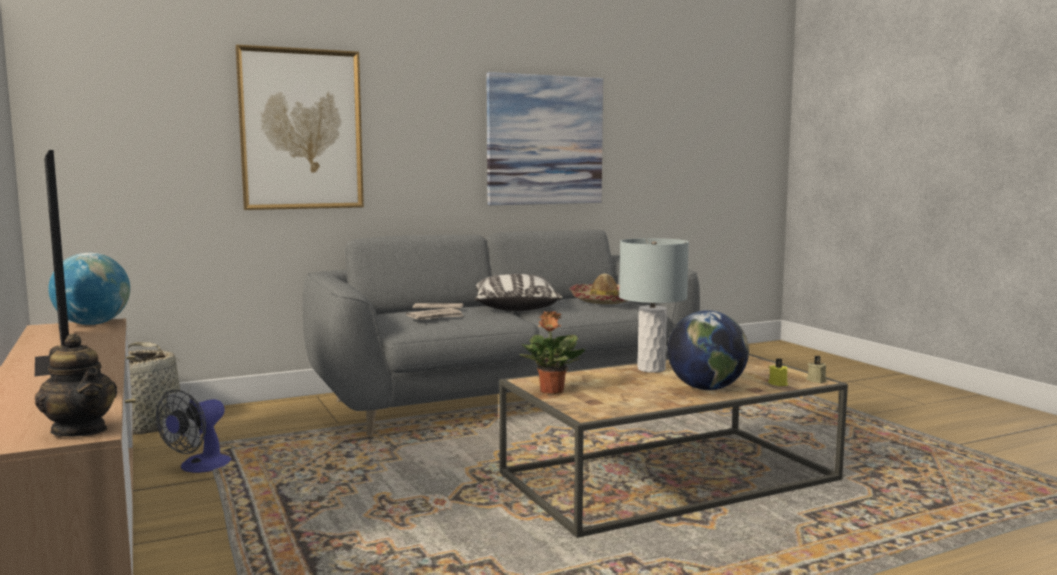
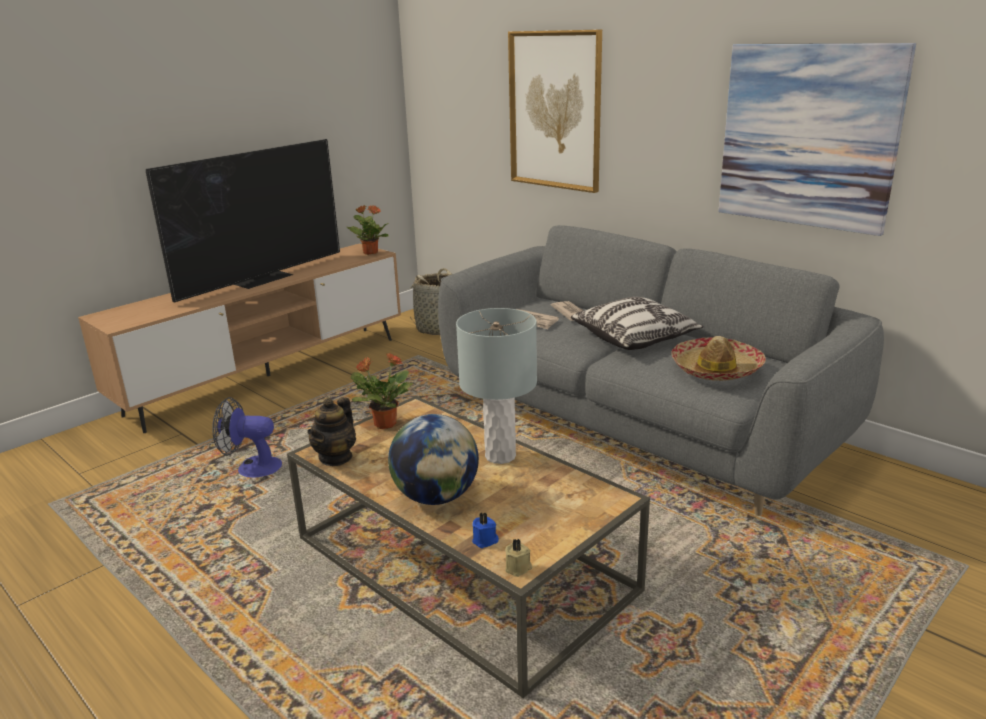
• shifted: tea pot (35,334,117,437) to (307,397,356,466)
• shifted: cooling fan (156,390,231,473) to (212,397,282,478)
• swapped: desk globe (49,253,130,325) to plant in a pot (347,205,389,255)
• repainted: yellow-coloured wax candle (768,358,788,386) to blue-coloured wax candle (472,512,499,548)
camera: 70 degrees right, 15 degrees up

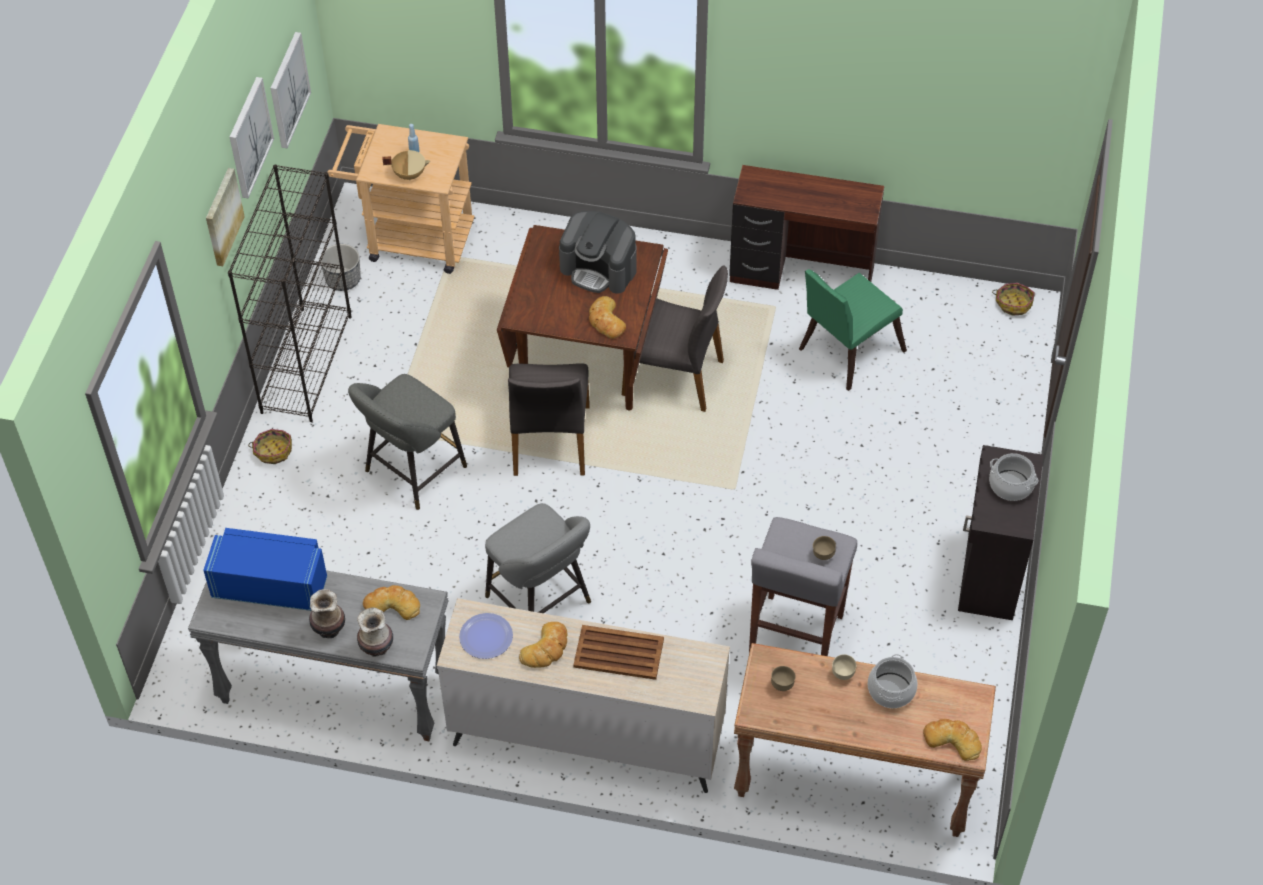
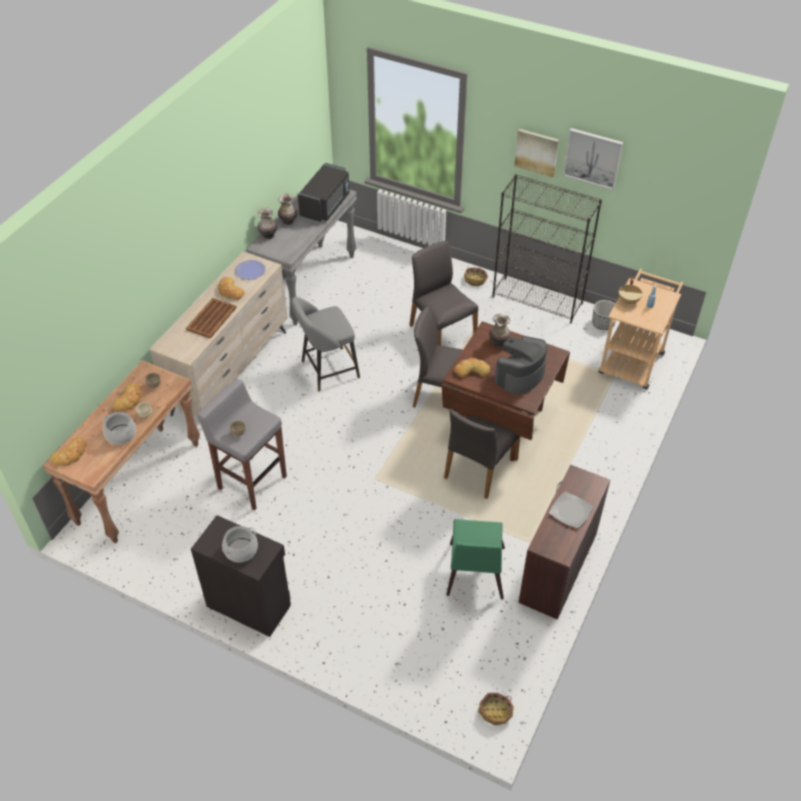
• gone: wall picture (270,32,311,148)
• new: flower vase (489,313,510,347)
• new: dinner plate (549,491,593,529)
• shifted: baked bread (363,585,420,620) to (113,383,142,411)
• swapped: greyish stool seat (348,374,467,510) to greyish plain chair (409,241,478,346)
• repainted: blue-coloured microwave (203,528,327,611) to black-coloured microwave (298,163,349,223)
• rotated: green plain chair (799,269,907,391) = (446,519,505,599) 150 degrees counterclockwise
camera: 105 degrees right, 5 degrees down

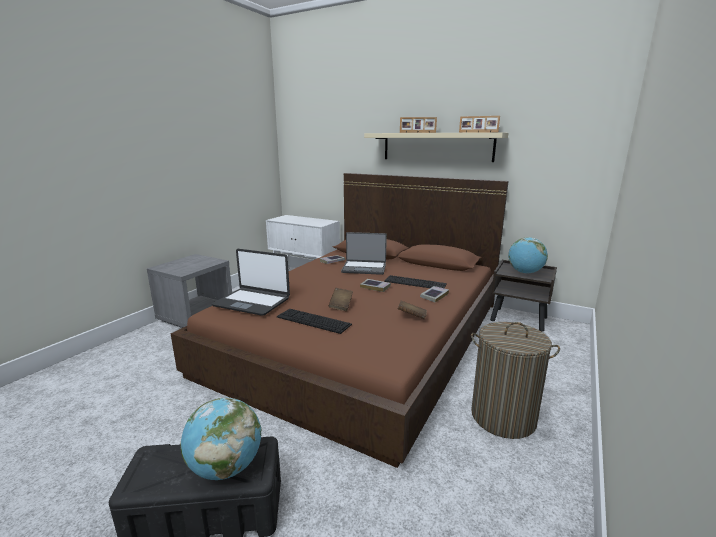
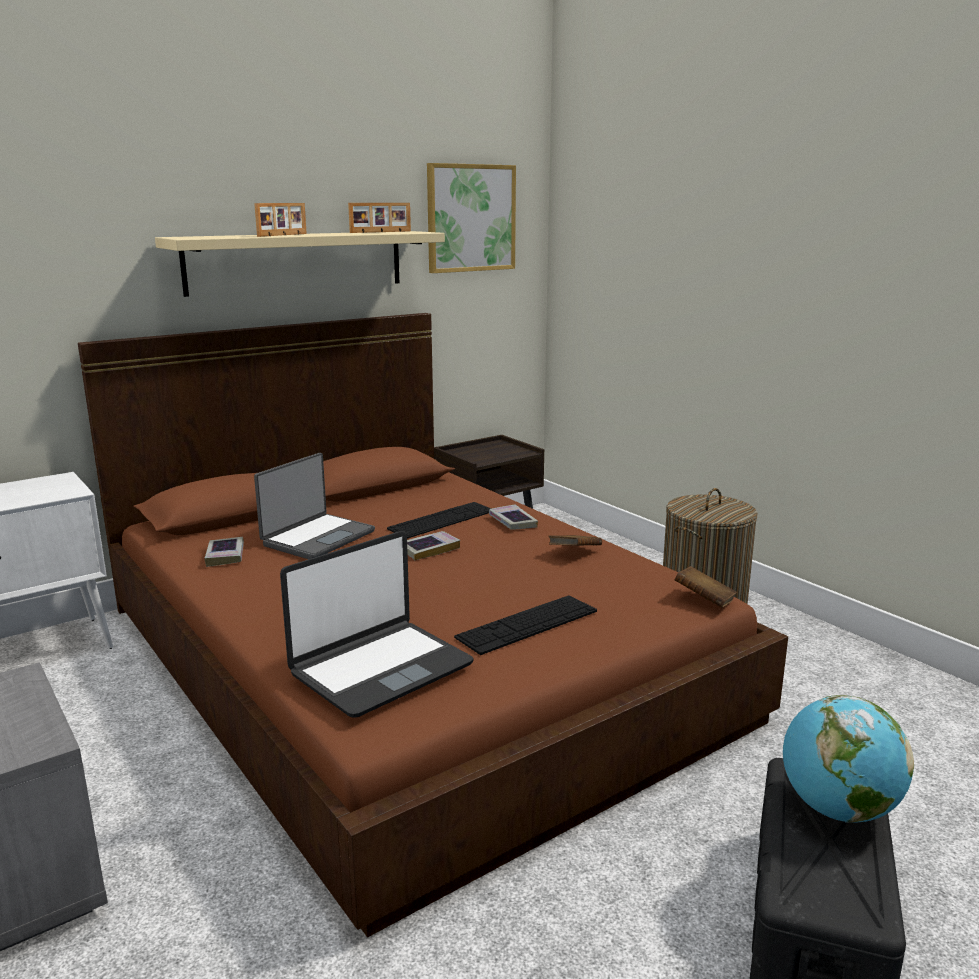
• gone: desk globe (508,237,548,274)
• new: wall picture (427,163,516,273)
• shifted: brown volume (329,288,353,311) to (675,566,737,608)
camera: 65 degrees left, 0 degrees up

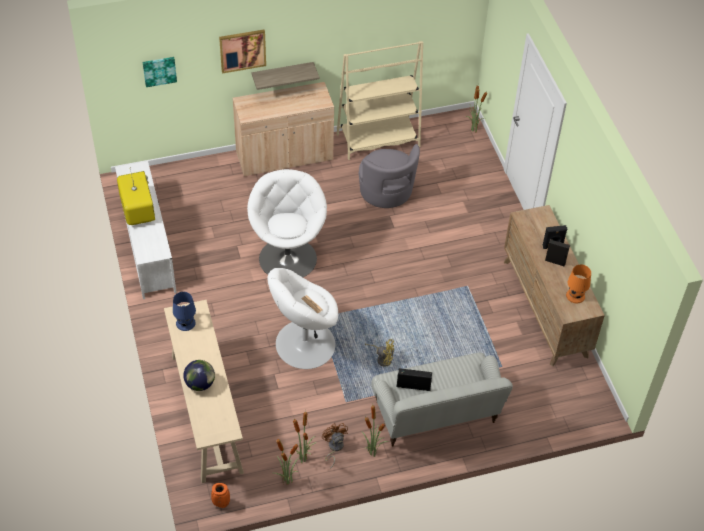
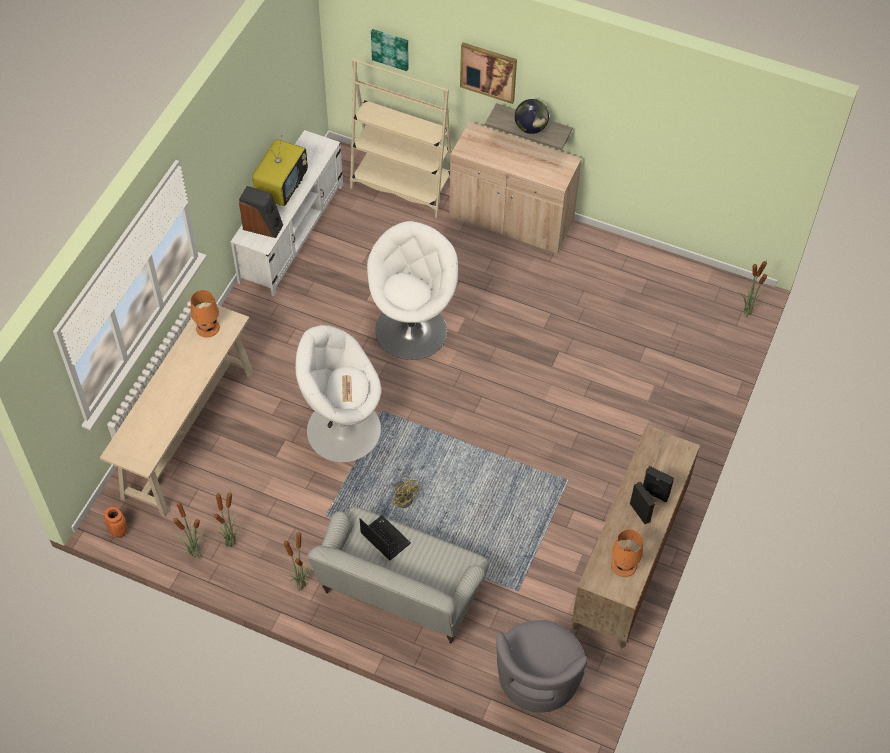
• gone: brown cooling fan (322,423,348,469)
• new: audio speaker (239,186,283,238)
• shifted: desk globe (183,360,215,391) to (515,99,549,134)
• shifted: sand-coloured shelving unit (337,41,423,160) to (350,58,452,218)
• shifted: greyish easy chair (359,144,420,208) to (496,620,588,712)
• repainted: blue-coloured lamp for a table (173,292,196,331) to orange-coloured lamp for a table (191,290,220,338)
camera: 40 degrees right, 5 degrees up

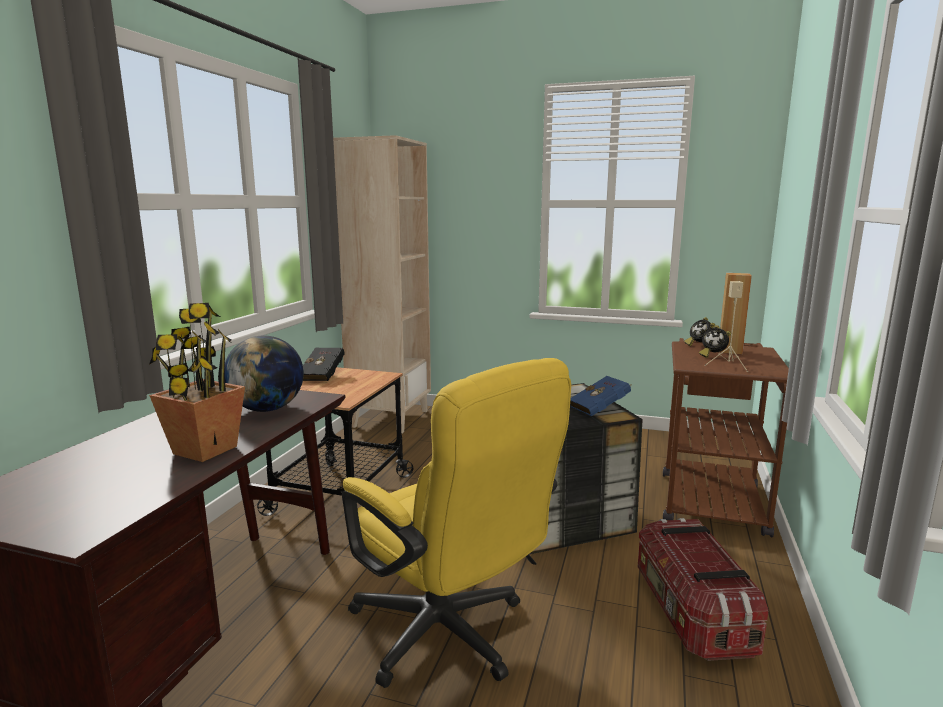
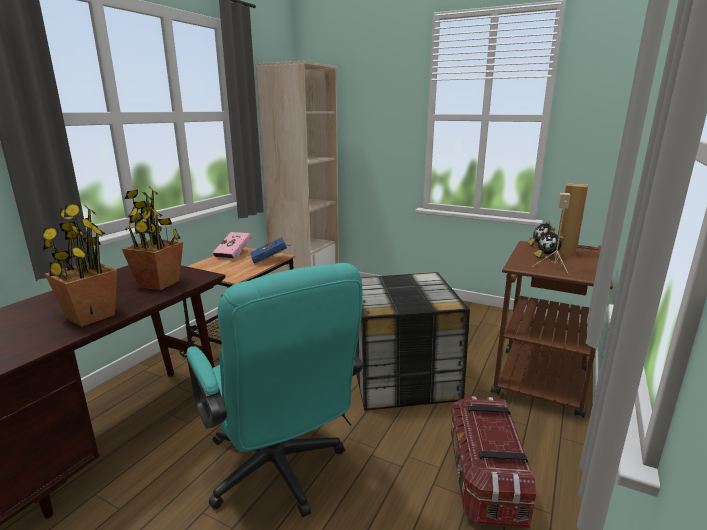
• shifted: blue-coloured volume (570,376,631,416) to (251,237,291,264)
• swapped: desk globe (224,336,304,412) to plant in a pot (122,186,183,290)
• repainted: black-coloured volume (303,347,345,381) to pinkish volume (212,232,252,259)
• repainted: yellow-coloured office chair (342,358,571,688) to turquoise office chair (186,263,363,517)
camera: 10 degrees right, 5 degrees up

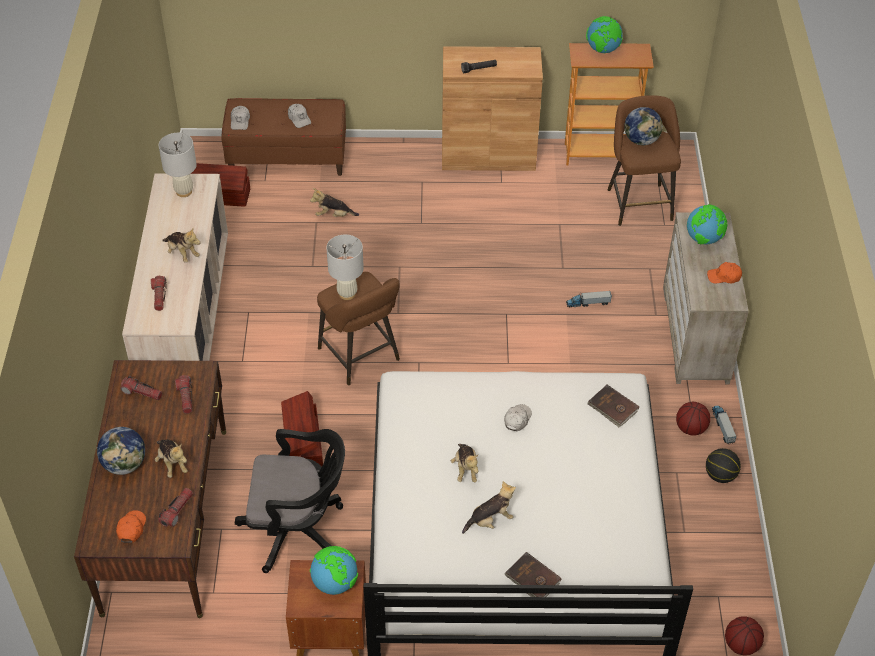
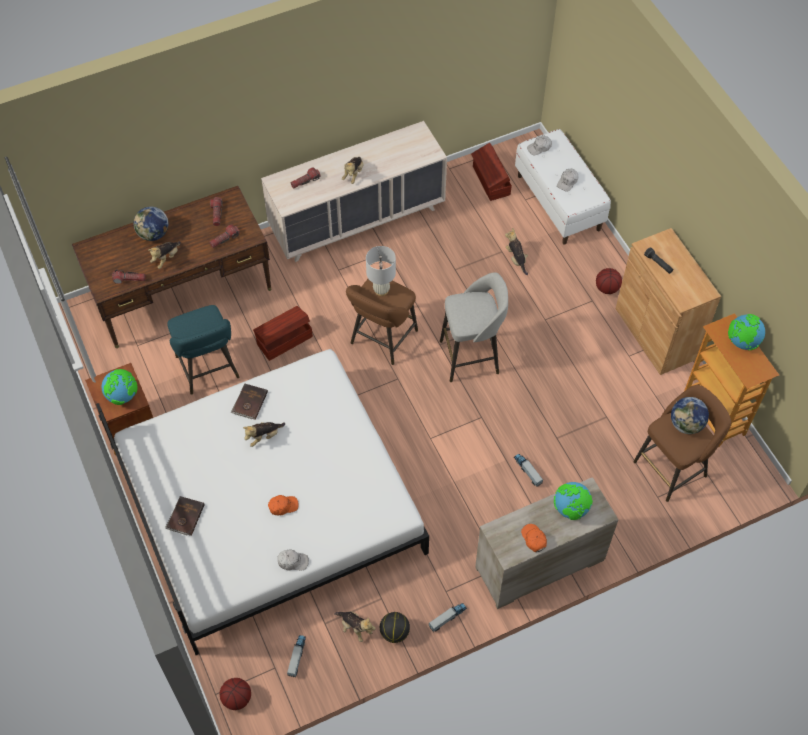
• gone: white-coloured lamp for a table (159,133,197,197)
• new: model truck (287,635,306,677)
• new: greyish stool seat (440,272,508,382)
• shifted: orange-coloured peaked cap (116,510,146,543) to (268,495,299,515)
• shifted: plush toy (462,481,516,534) to (334,612,376,642)
• shifted: white-coloured peaked cap (504,404,532,431) to (277,550,309,571)
• shifted: brown volume (588,385,639,427) to (231,384,268,420)
• shifted: basketball (676,402,710,436) to (596,268,622,294)
• swapped: black-coloured office chair (235,429,345,573) to turquoise stool seat (167,305,239,395)
• repainted: brown long seat (221,98,346,176) to white-coloured long seat (515,129,611,245)
camera: 65 degrees right, 10 degrees up

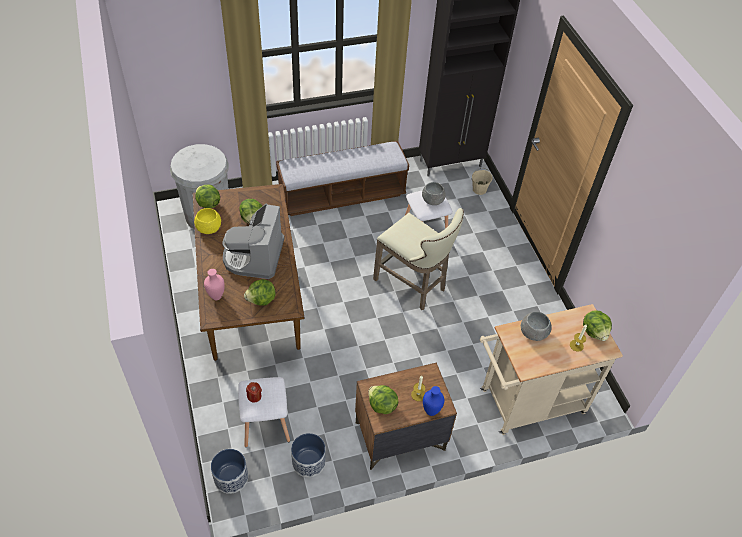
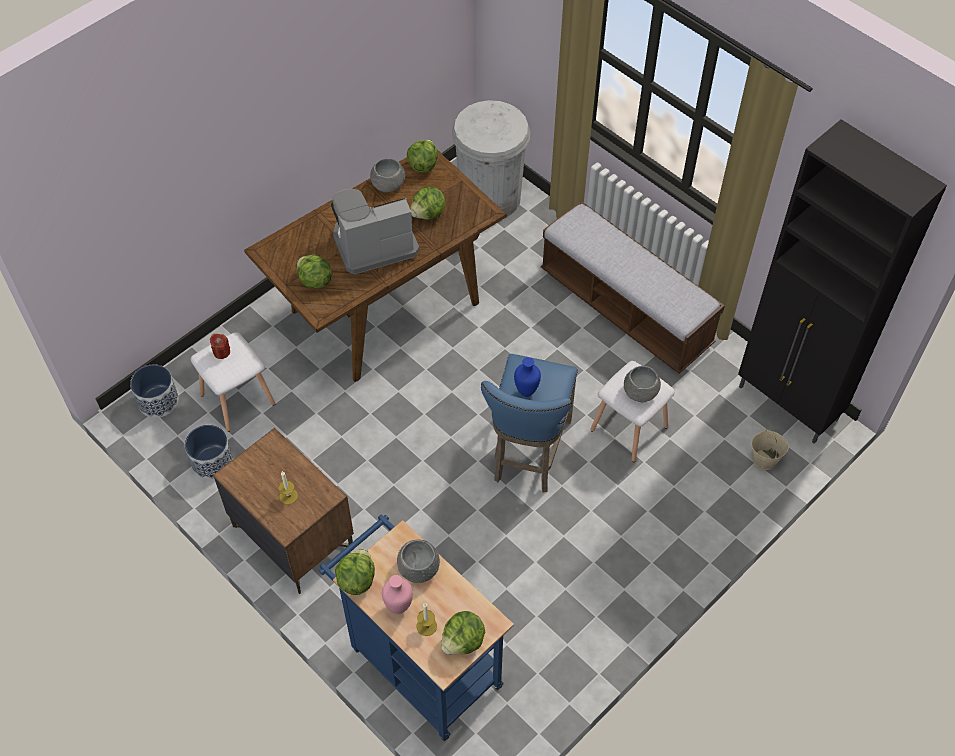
• shifted: pinkish flower vase (204,269,225,300) to (382,575,413,614)
• shifted: head of lettuce (368,385,399,414) to (335,549,375,595)
• shifted: blue-coloured flower vase (423,386,444,416) to (514,357,541,397)
• repainted: yellow-coloured serving bowl (194,208,221,234) to greyish serving bowl (370,158,405,192)
• repainted: sand-coloured stool seat (373,208,464,310) to blue-coloured stool seat (481,354,578,492)
• repainted: sand-coloured wheeled cart (480,304,623,435) to blue-coloured wheeled cart (319,514,514,741)
camera: 65 degrees right, 5 degrees up

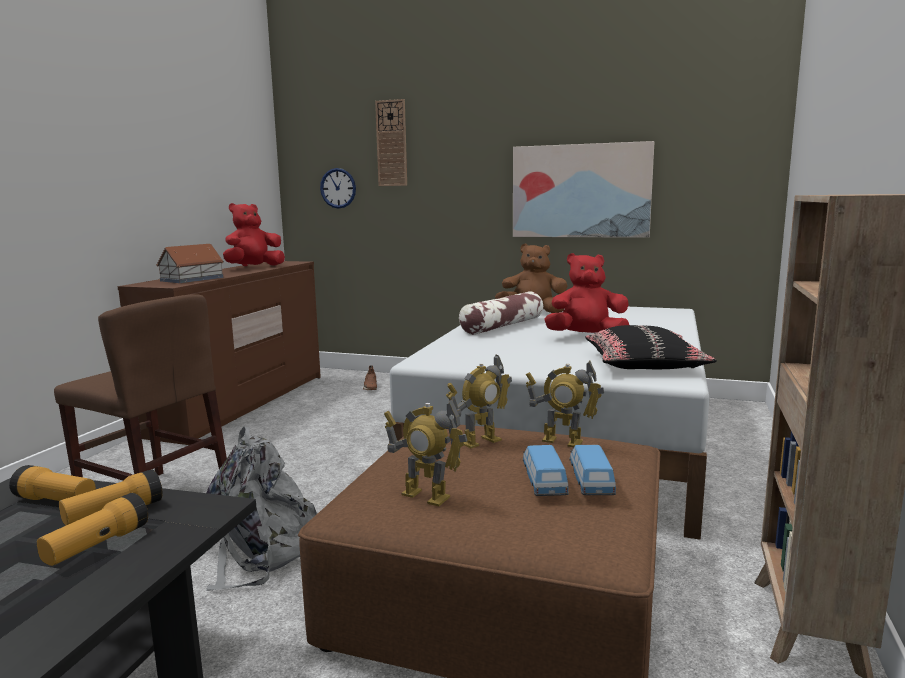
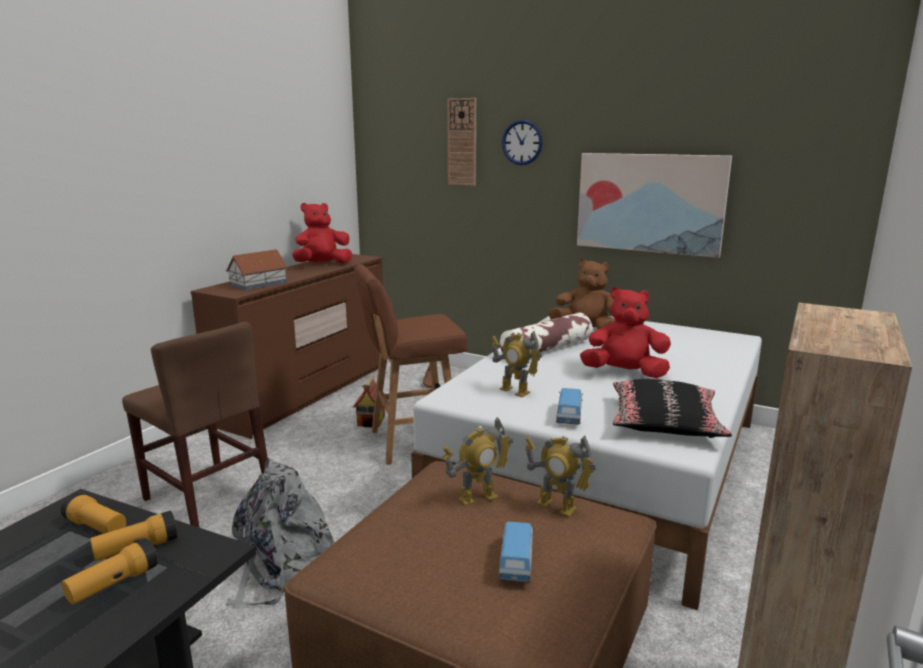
• new: model house (353,376,385,427)
• new: brown stool seat (354,264,467,465)
• shifted: wall clock (320,168,356,209) to (502,120,543,165)
• shifted: robot figure (384,400,467,507) to (492,331,542,397)
• shifted: model car (570,445,616,495) to (556,388,583,425)
camera: 10 degrees right, 5 degrees up

